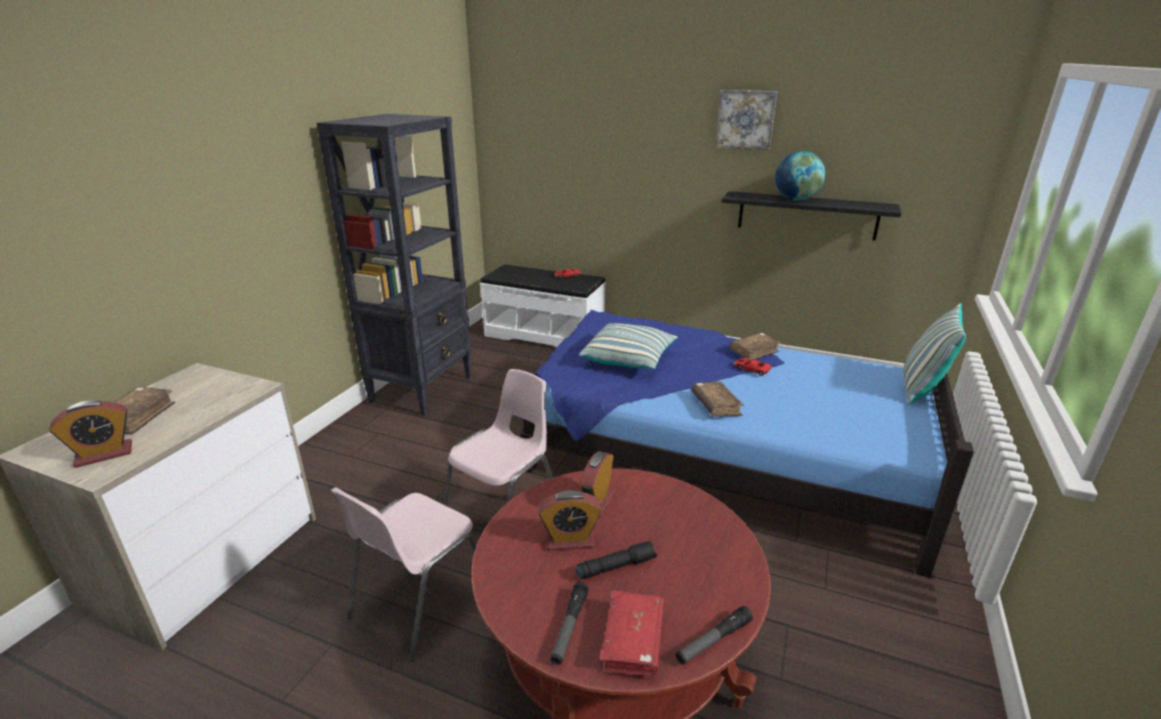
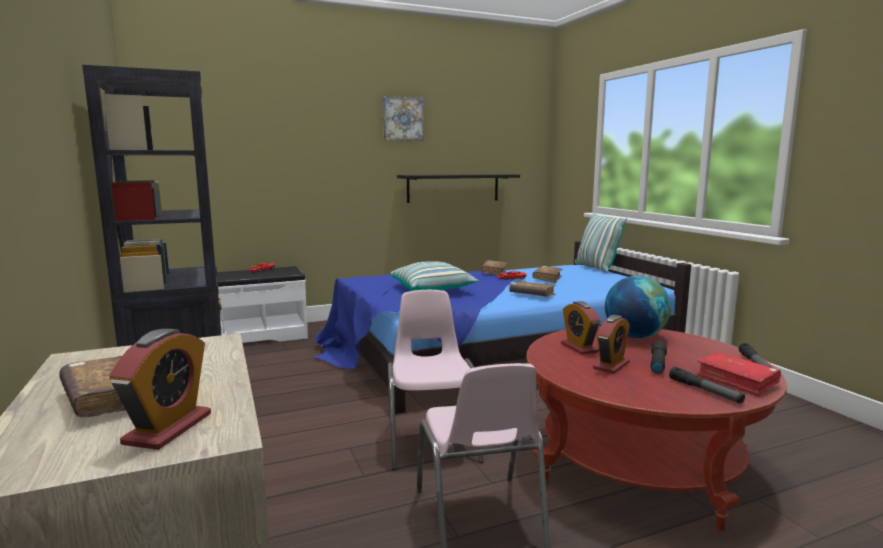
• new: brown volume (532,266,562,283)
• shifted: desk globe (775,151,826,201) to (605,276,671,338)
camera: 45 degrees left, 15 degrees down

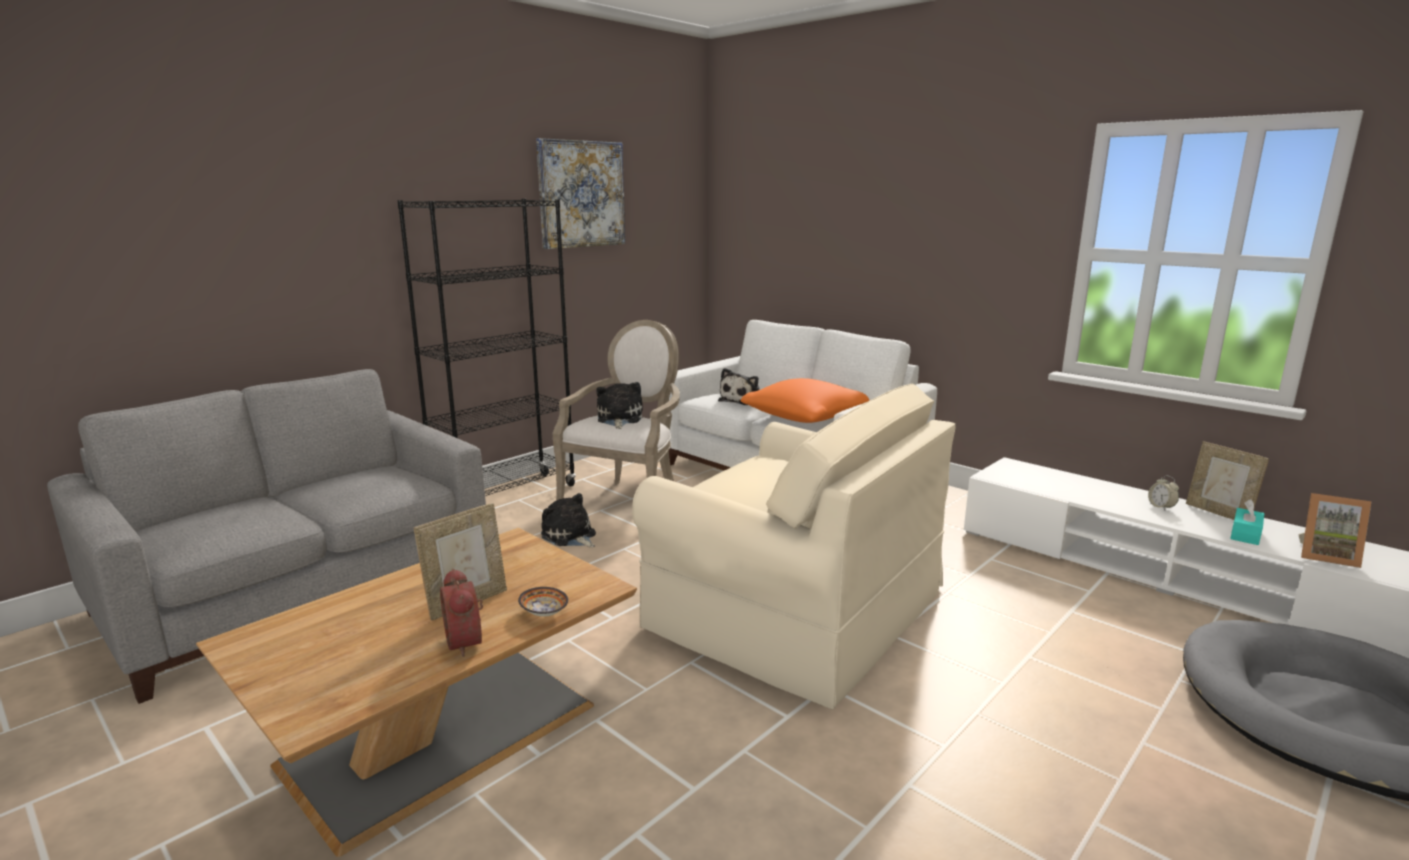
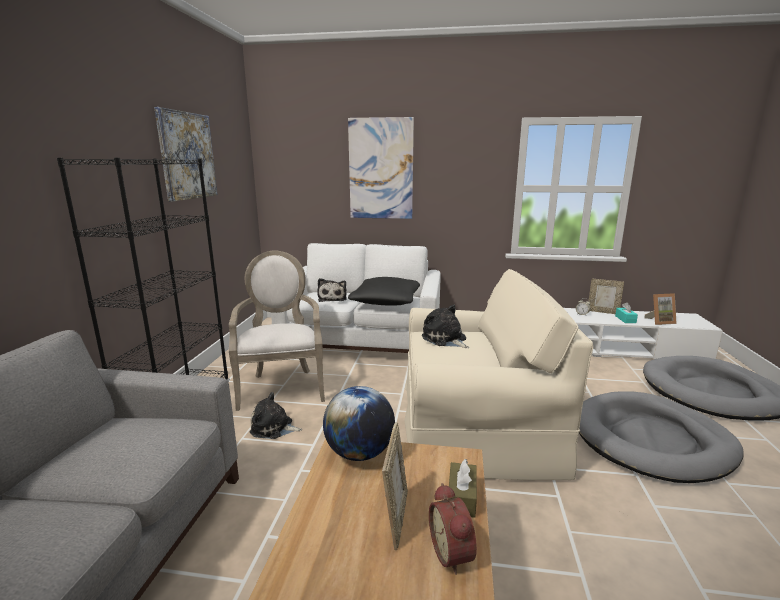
• new: desk globe (323,386,395,461)
• new: wall picture (348,117,414,219)
• new: greyish pet bed (579,391,744,483)
• shifted: plush toy (596,382,643,429) to (422,305,469,348)
• swapped: serving bowl (518,587,568,617) to brown box of tissues (448,459,477,518)
• repainted: orange-coloured throw pillow (741,378,870,423) to black-coloured throw pillow (348,277,420,306)
• rotated: bedside clock (440,568,483,657) = (429,483,477,575) 45 degrees clockwise
camera: 35 degrees left, 0 degrees up

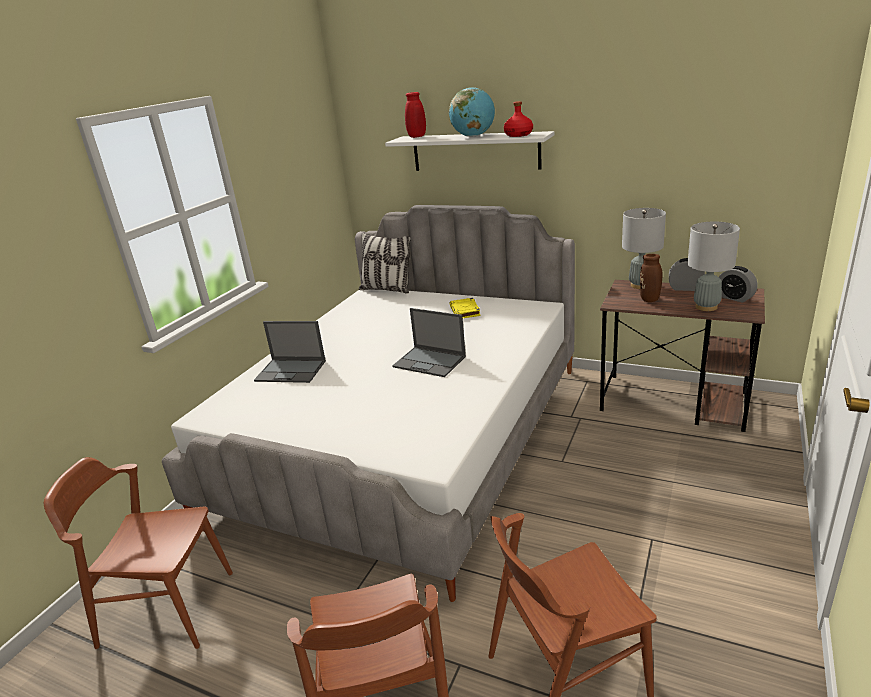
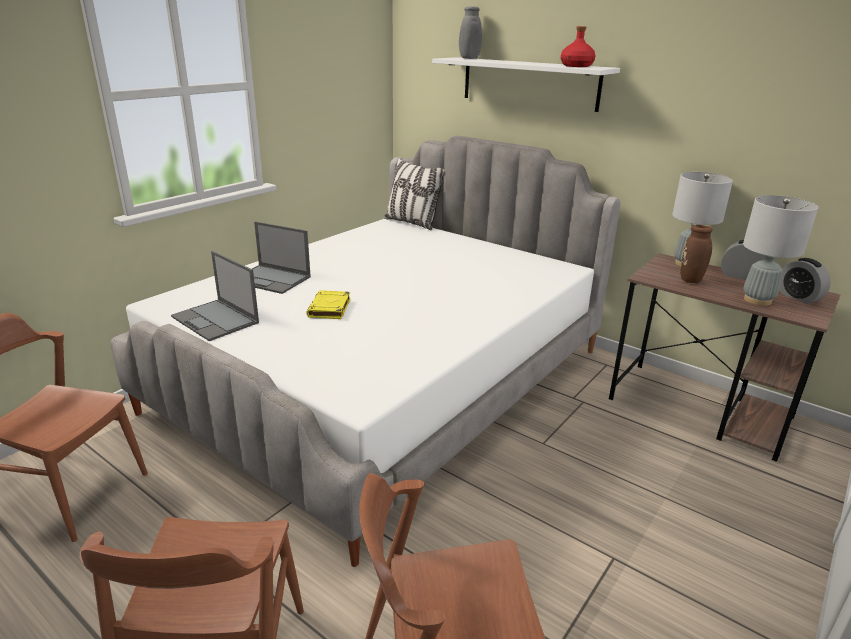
• gone: desk globe (449,87,495,137)
• shifted: portable computer (392,308,466,377) to (171,251,259,341)
• shifted: yellow-coloured volume (450,298,480,318) to (306,290,350,319)
• repainted: red-coloured flower vase (405,92,426,138) to greyish flower vase (459,6,482,59)
camera: 10 degrees right, 0 degrees up

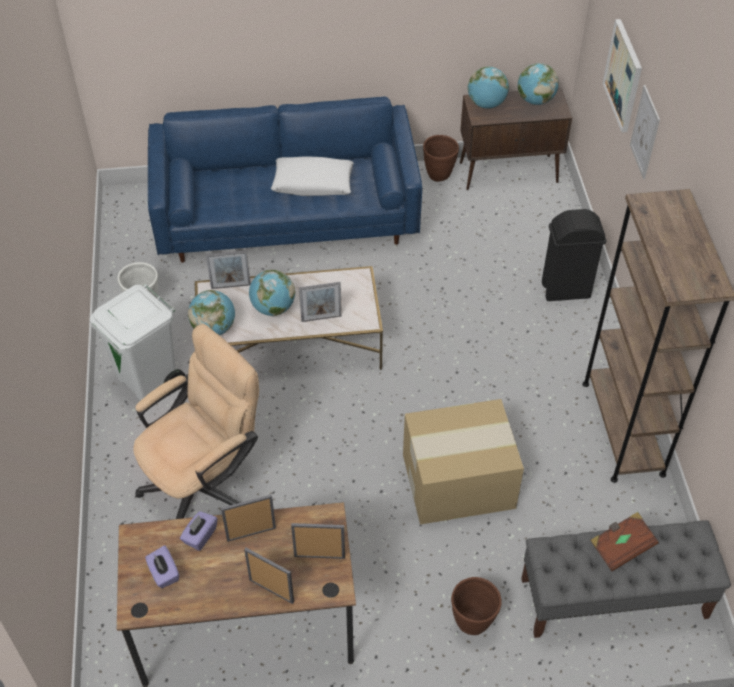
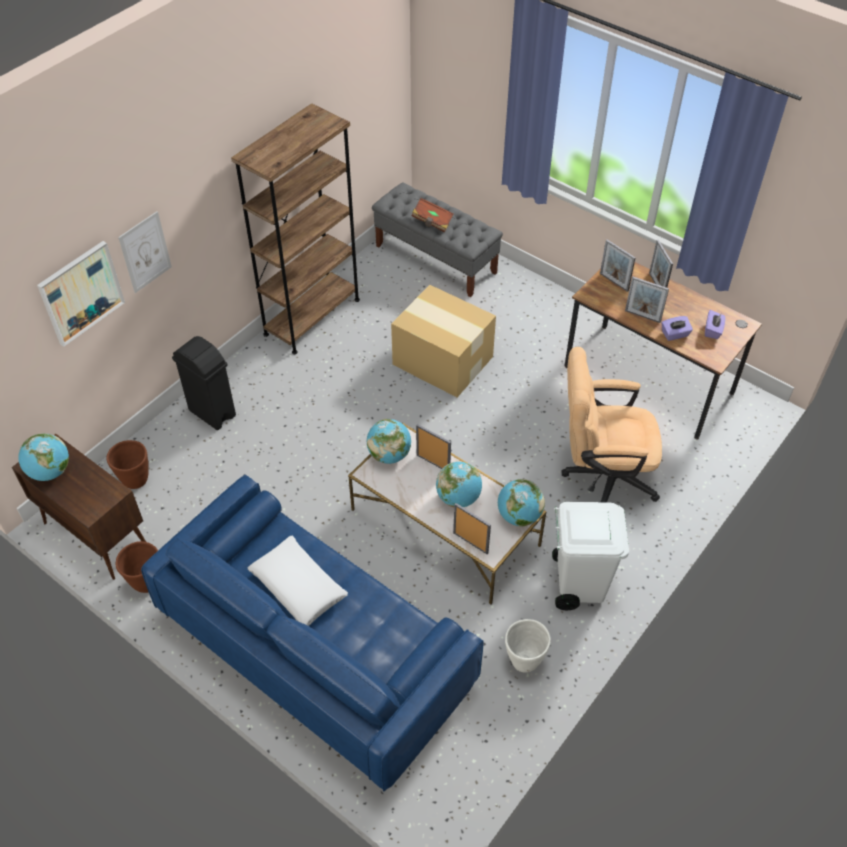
• shifted: brown plant pot (451,577,502,635) to (106,440,149,489)
• shifted: desk globe (468,67,509,109) to (367,419,411,464)
camera: 135 degrees left, 0 degrees up

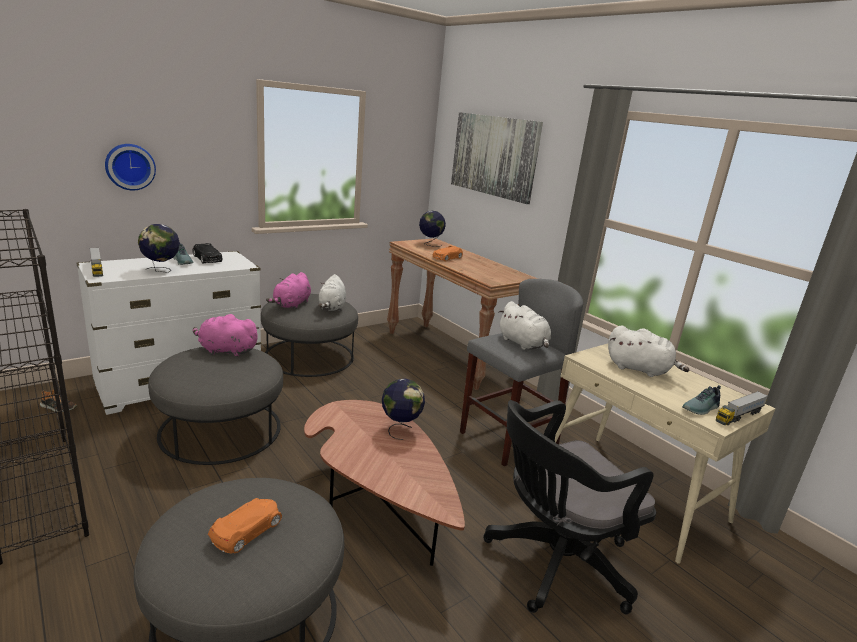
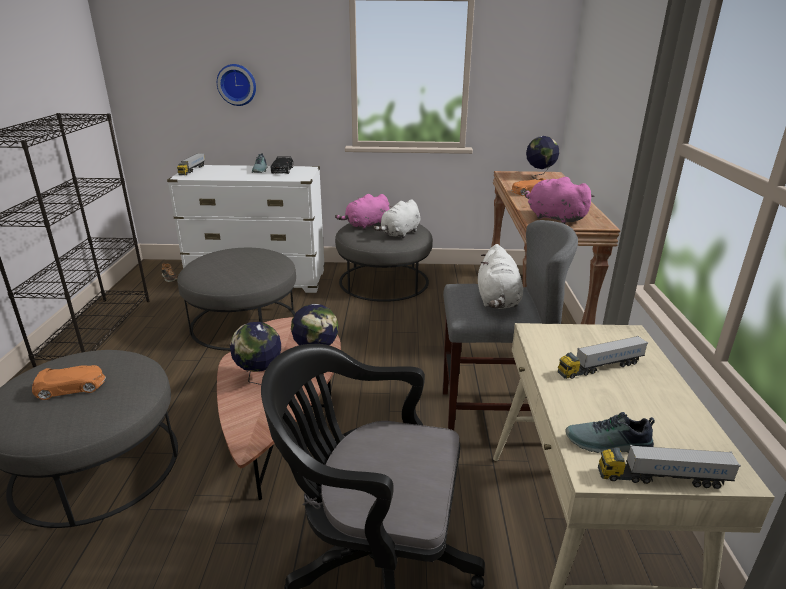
• gone: wall picture (451,112,543,204)
• shifted: desk globe (138,224,180,273) to (230,322,281,385)
• shifted: pinkish plush toy (193,314,259,357) to (525,177,595,224)
• swapped: white-coloured plush toy (608,325,689,377) to model truck (558,336,648,379)
camera: 40 degrees right, 5 degrees up

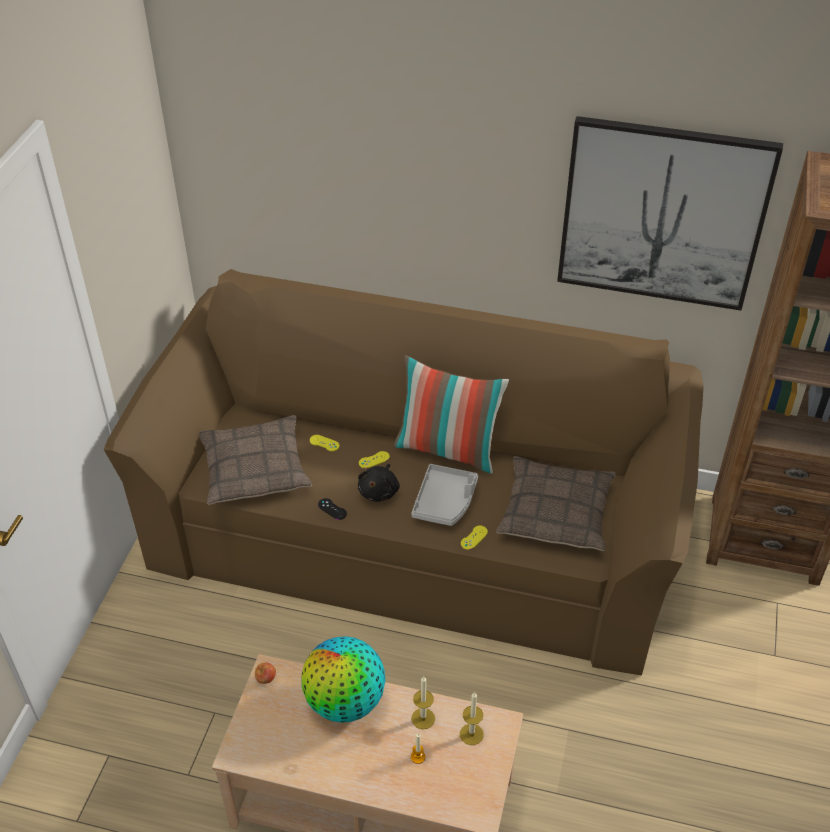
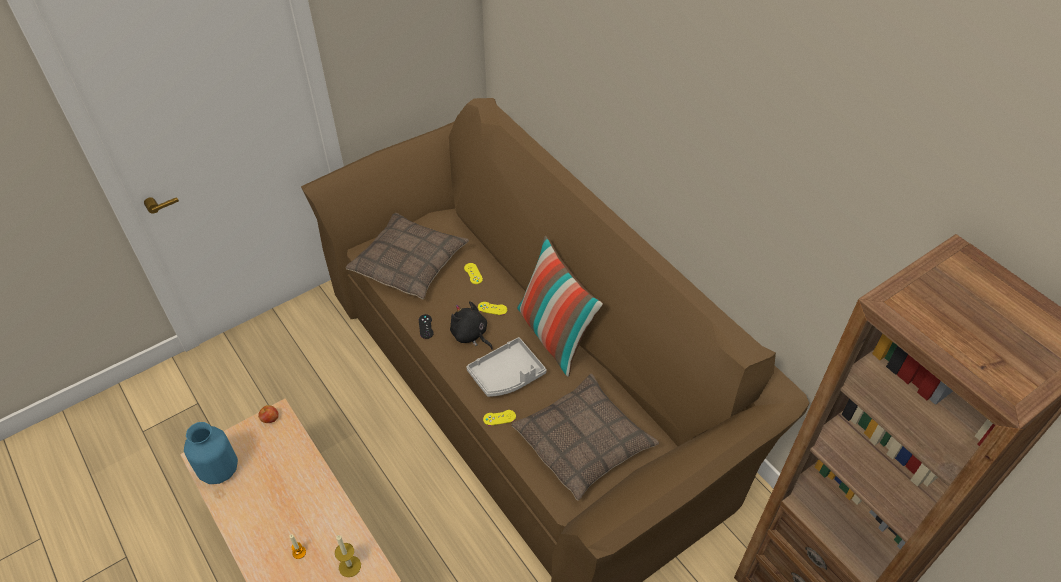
• gone: desk globe (301,636,385,723)
• gone: wax candle (411,676,435,729)
• gone: wall picture (557,116,783,311)
• new: blue-coloured flower vase (184,422,238,484)
• rotated: black-coloured plush toy (358,464,400,502) = (450,301,493,349) 75 degrees clockwise
camera: 40 degrees right, 5 degrees up

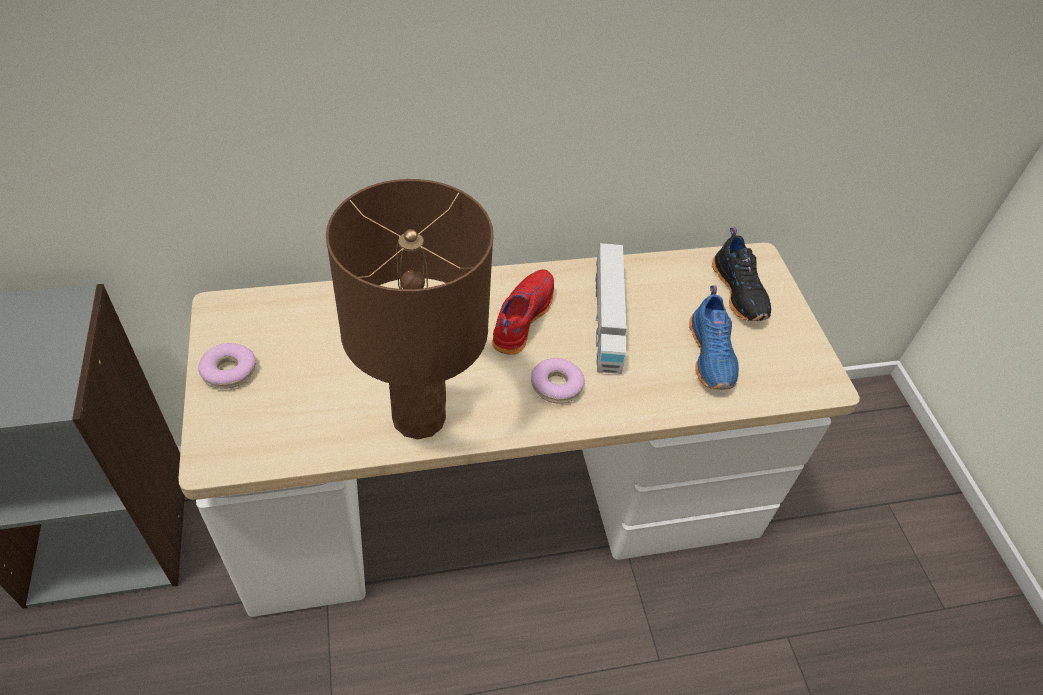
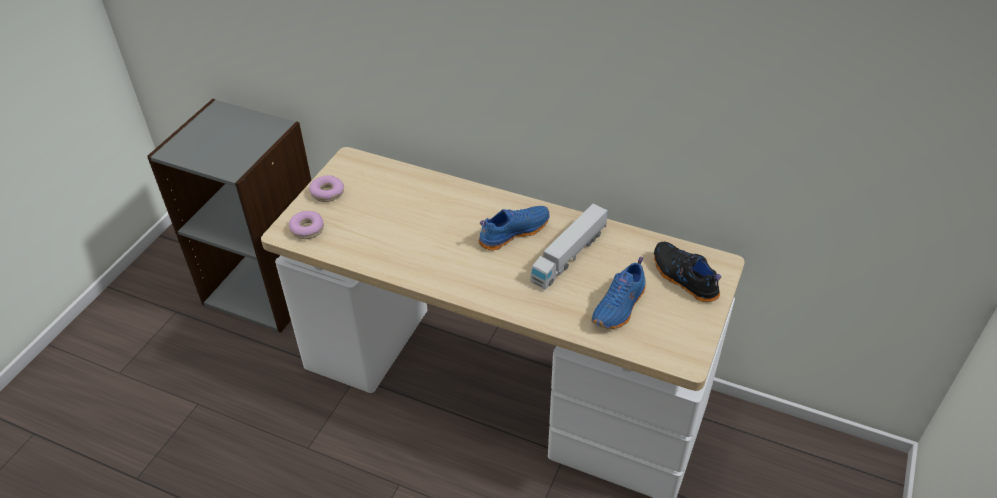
• gone: brown lamp for a table (326,179,493,439)
• shifted: ring doughnut (531,358,585,404) to (289,211,324,239)
• repainted: red-coloured item of footwear (492,269,554,355) to blue-coloured item of footwear (479,206,549,250)
• rotated: black-coloured item of footwear (712,227,771,321) = (654,242,721,302) 120 degrees clockwise
camera: 40 degrees right, 5 degrees down

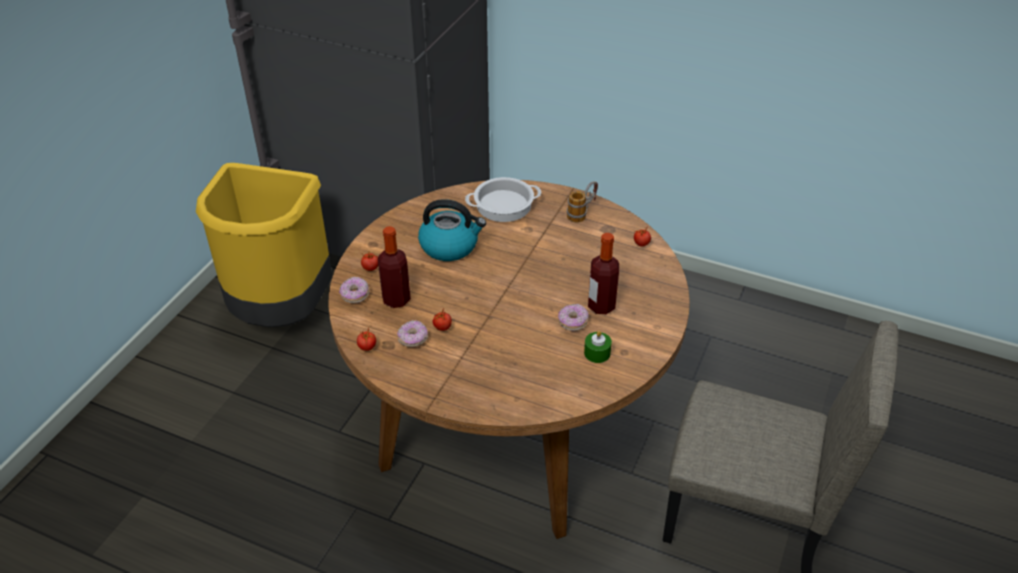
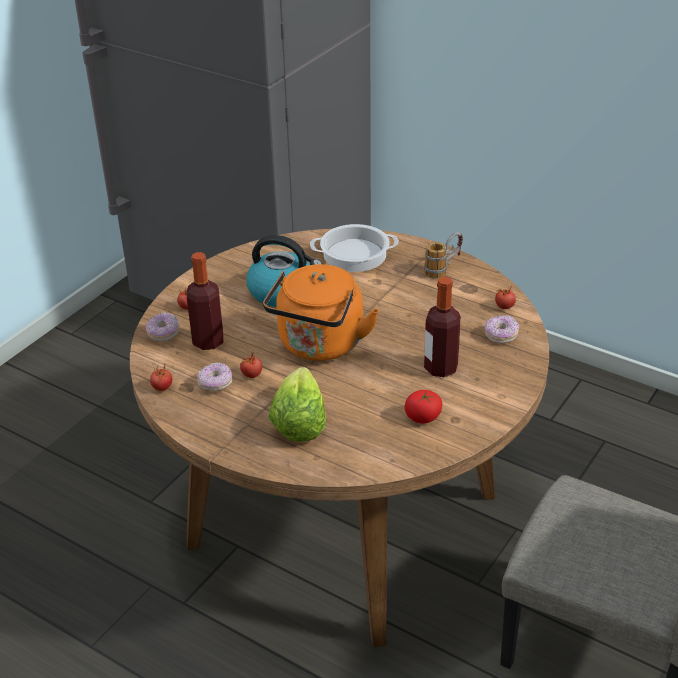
• gone: yellow-coloured trash can (196,163,333,327)
• new: orange-coloured tea kettle (263,264,379,361)
• new: head of lettuce (268,367,326,442)
• shifted: ring doughnut (558,304,589,331) to (485,315,519,344)
• swapped: green wax candle (584,331,612,363) to fresh tomato (405,390,442,424)
camera: 10 degrees right, 5 degrees down

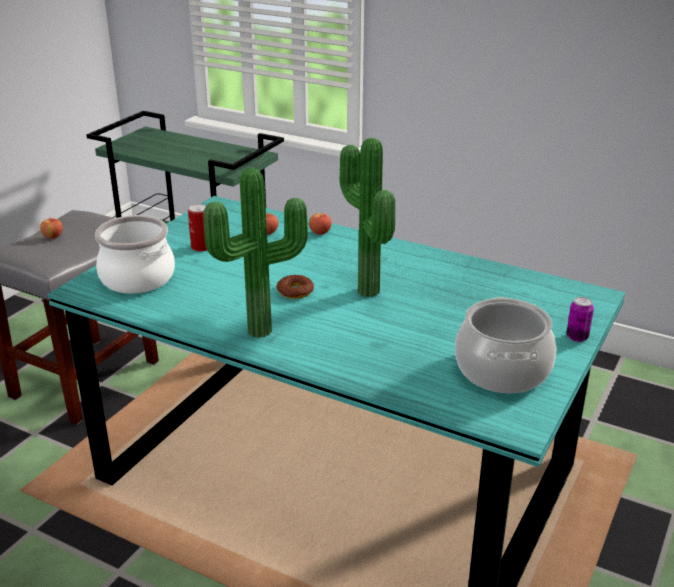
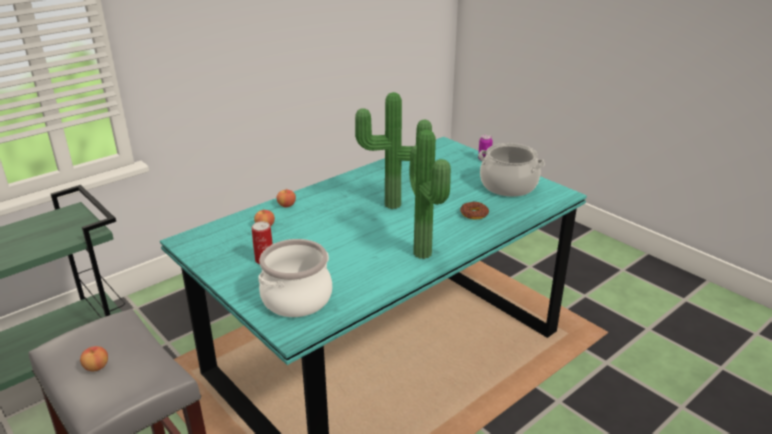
• shifted: ring doughnut (276,275,314,299) to (460,202,489,219)
camera: 70 degrees left, 0 degrees up

